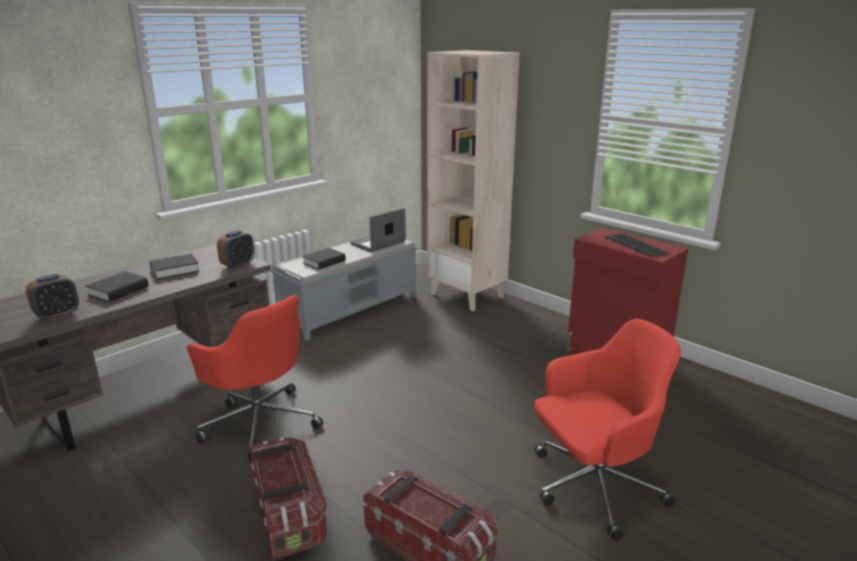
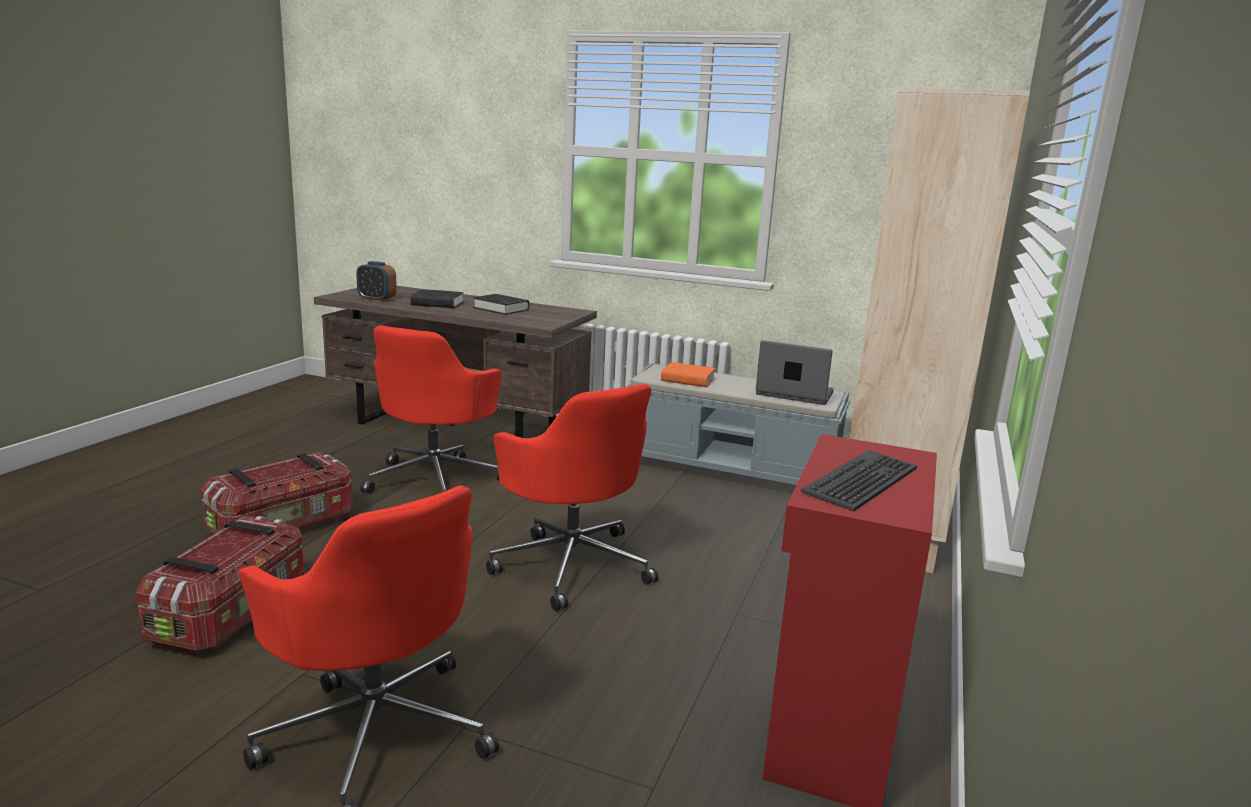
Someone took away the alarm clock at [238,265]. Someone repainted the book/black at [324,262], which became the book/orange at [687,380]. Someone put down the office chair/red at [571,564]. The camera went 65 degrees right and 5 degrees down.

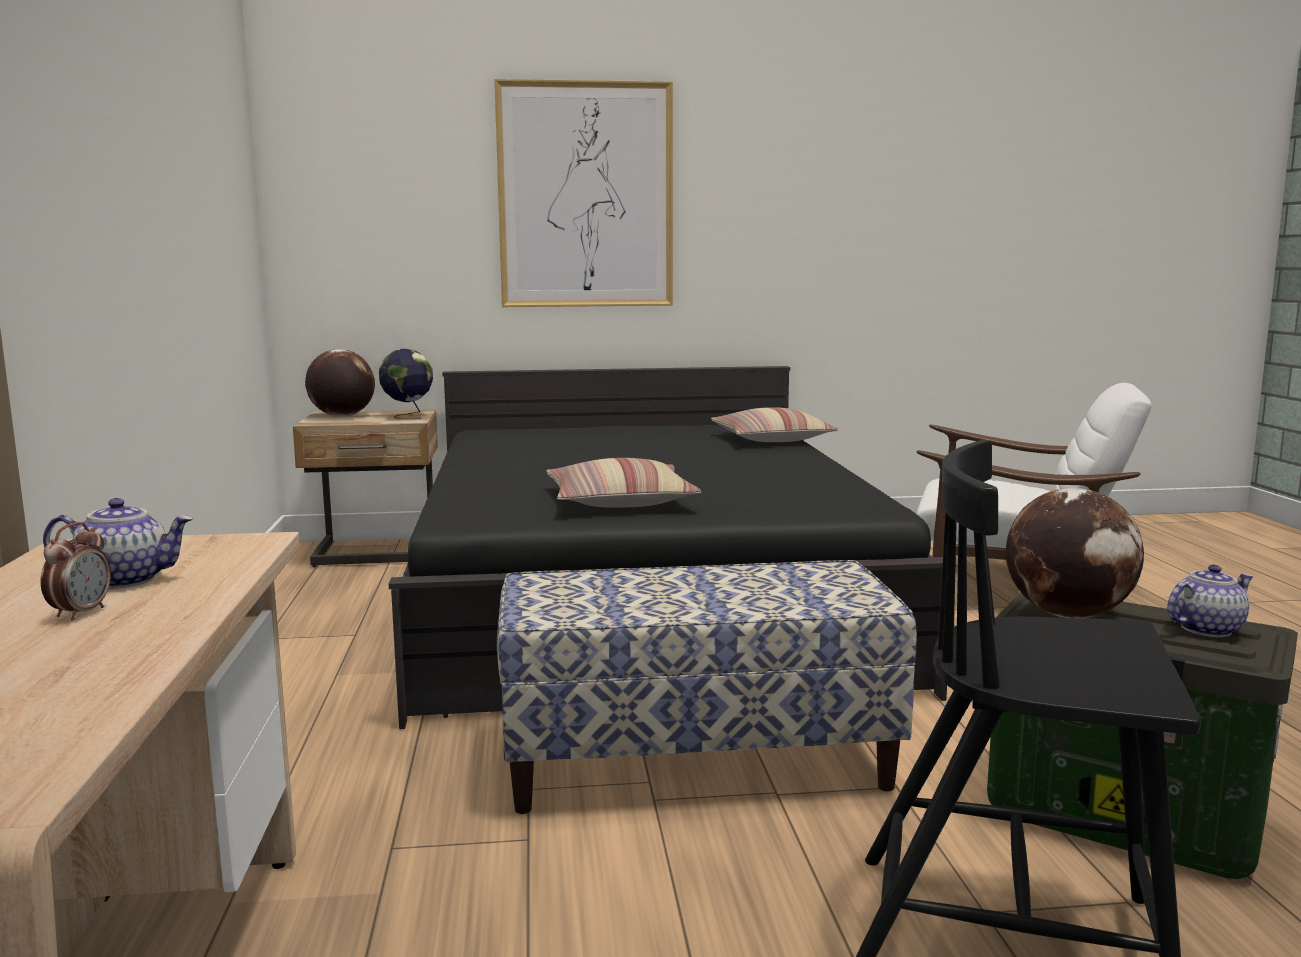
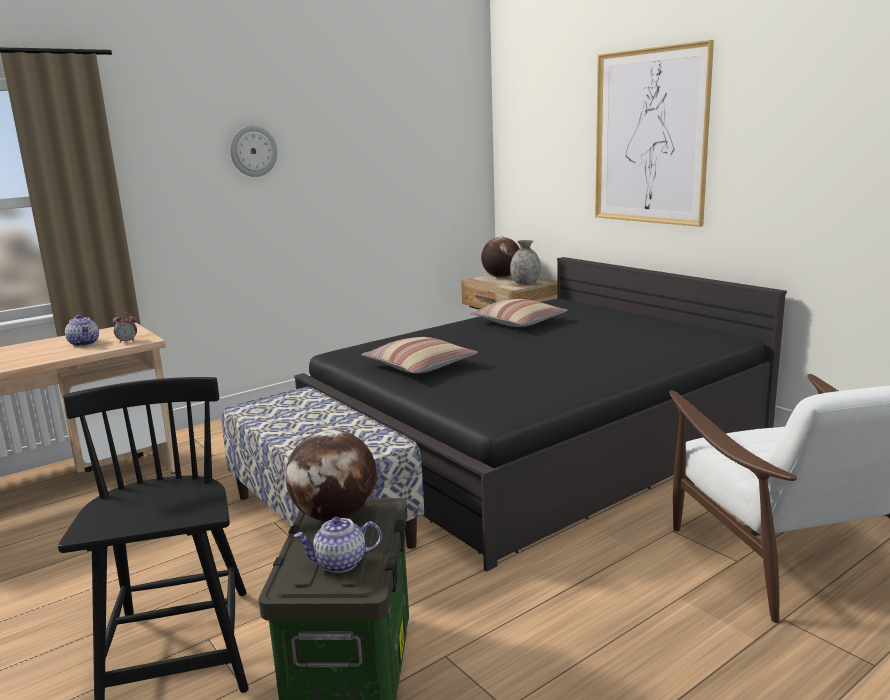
Someone carried the alarm clock from [81,613] to [127,341]. Someone swapped the globe at [408,416] for the vase/grey at [525,283]. Someone carried the pillow from [771,439] to [518,322]. Someone rotated the teapot at [1206,629] by 135 degrees clockwise. Someone put up the wall clock at [253,151]. The camera went 60 degrees right and 5 degrees up.

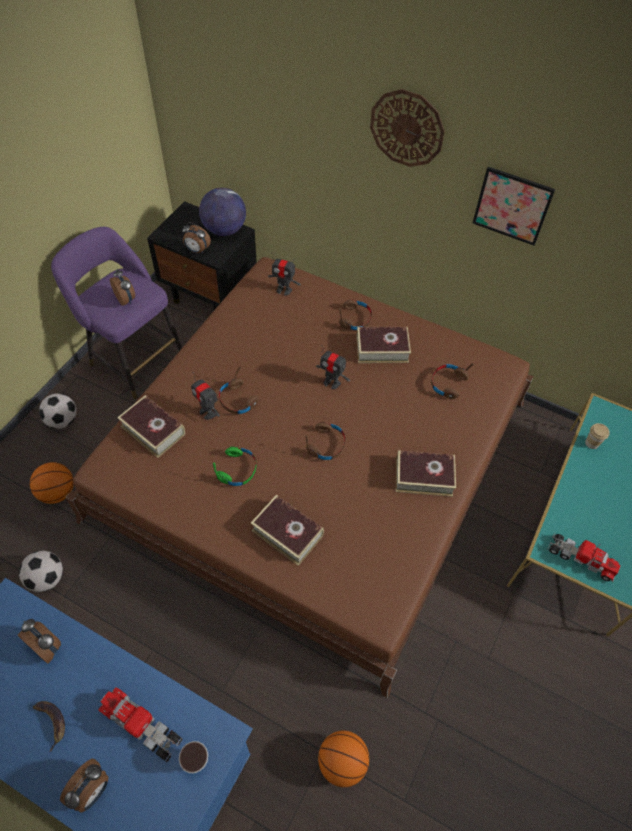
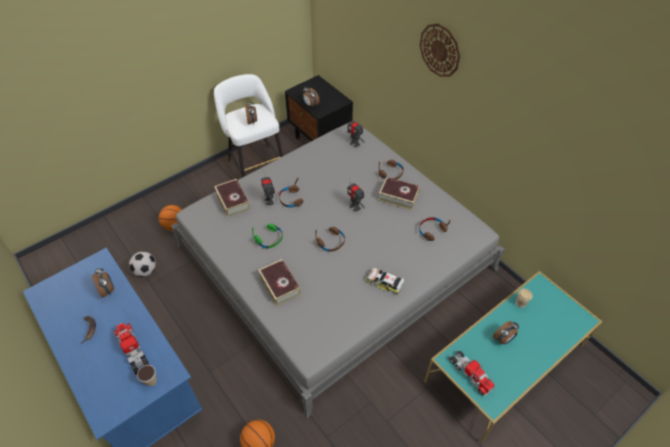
Someone took away the football at [62,420]. Someone repainted the stool/purple at [133,358], which became the stool/white at [255,164]. Someone carried the alarm clock from [92,790] to [503,339]. Someone repainted the bed/brown at [313,459], which became the bed/grey at [334,257]. Someone took away the globe at [224,230]. Someone swapped the book at [424,477] for the toy car at [384,282]. Someone took away the picture at [512,206]. The camera went 25 degrees right and 5 degrees down.

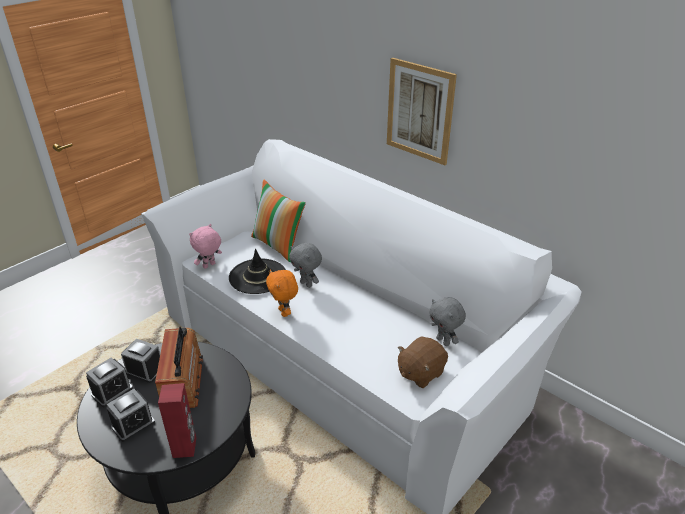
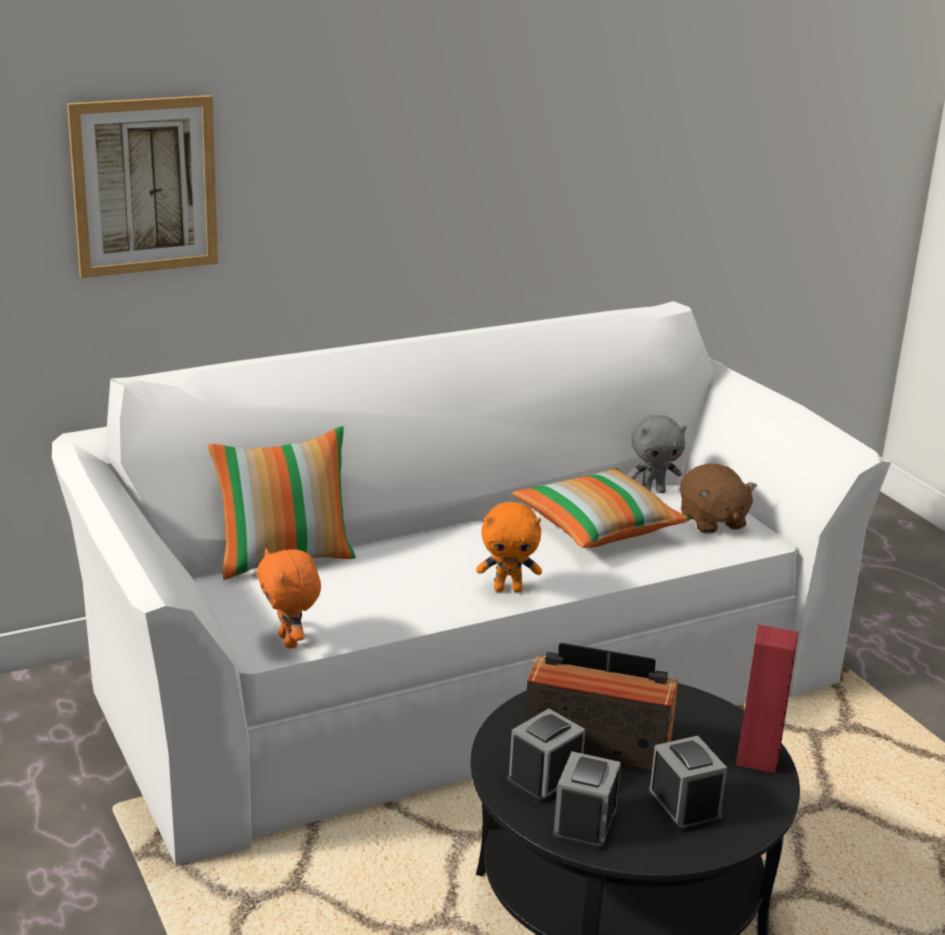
Someone rotated the alarm clock at [112,392] by 135 degrees counterclockwise. Someone repainted the plush toy/pink at [209,266], which became the plush toy/orange at [290,641]. Someone took away the hat/black at [258,276]. Someone took away the plush toy/grey at [307,284]. Someone carried the picture from [419,111] to [144,186]. Someone put down the pillow at [598,527]. The camera went 70 degrees left and 10 degrees down.

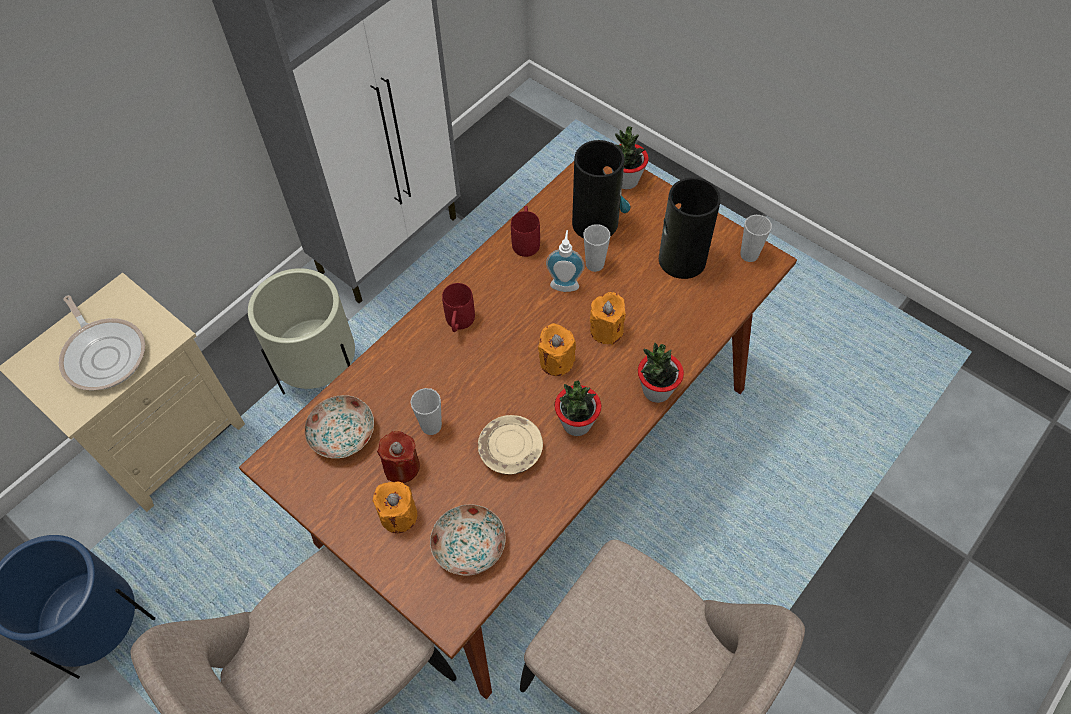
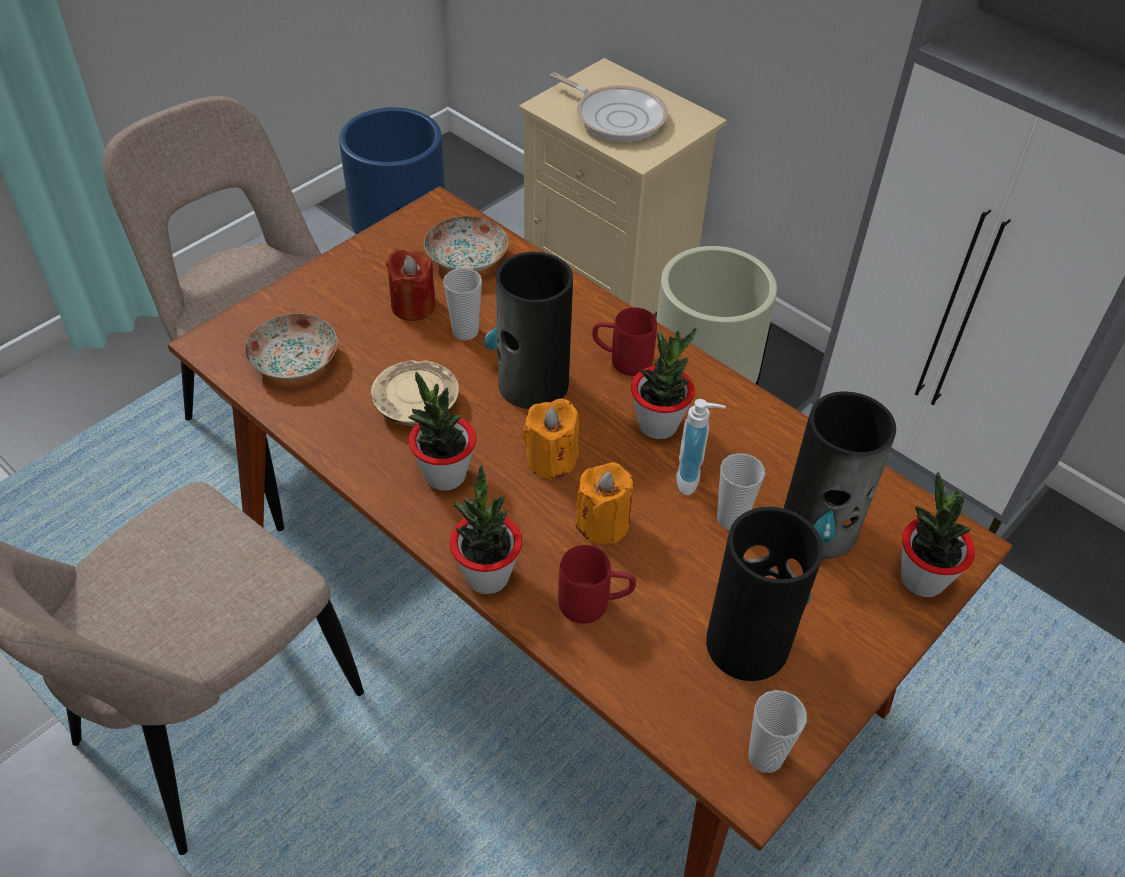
Someone rotated the frying pan at [104,354] by 105 degrees counterclockwise. Someone took away the candle/orange at [398,515]. Someone carried the mug/red from [526,240] to [595,604]. Someone put down the vase at [532,384]. Someone put down the potted plant at [658,425]. The camera went 90 degrees right and 10 degrees down.

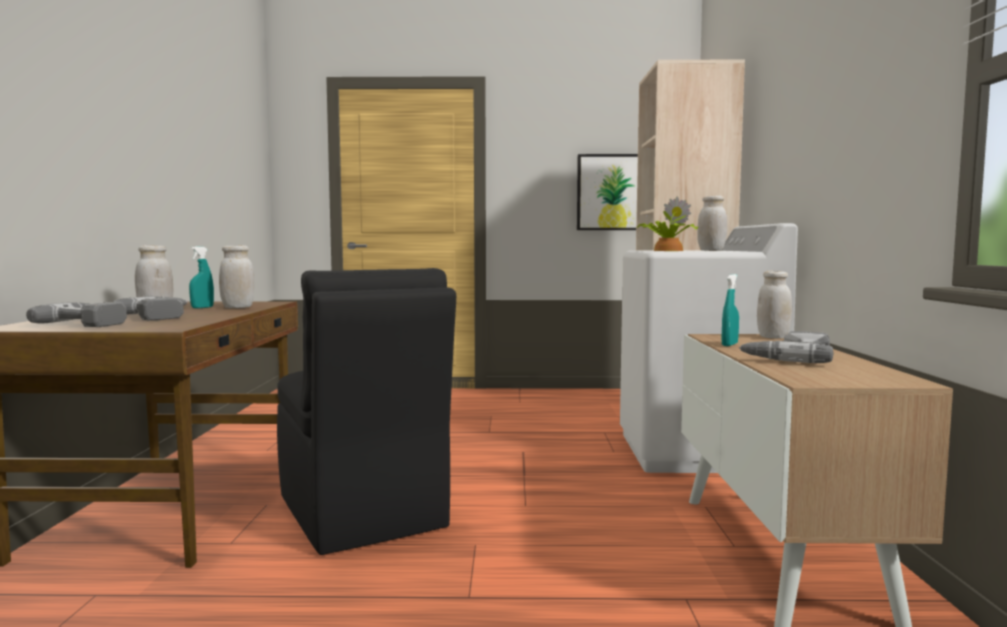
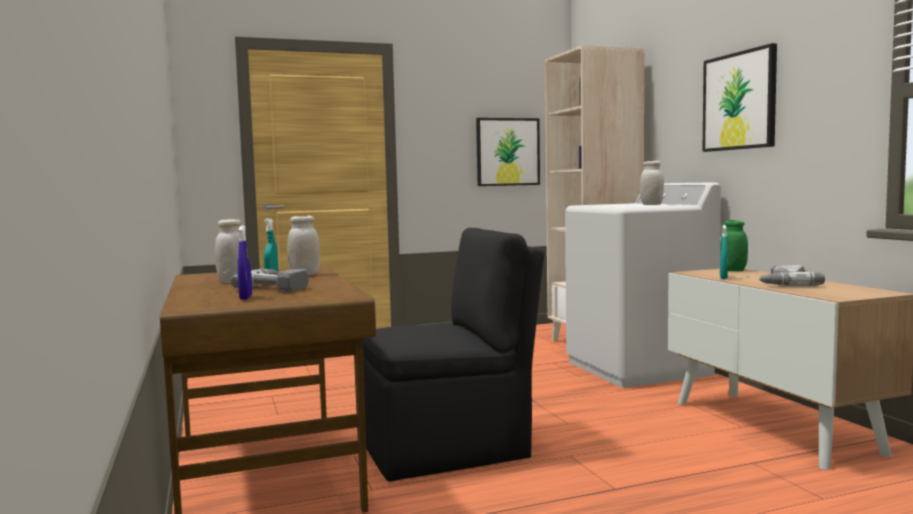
Someone swapped the power drill at [91,323] for the spray bottle/blue at [245,298]. Someone rotated the chair/black at [361,513] by 60 degrees counterclockwise. Someone took away the potted plant at [666,250]. Someone repainted the jar/white at [773,337], which became the jar/green at [733,270]. Someone put up the picture at [739,101]. The camera went 20 degrees left and 0 degrees up.

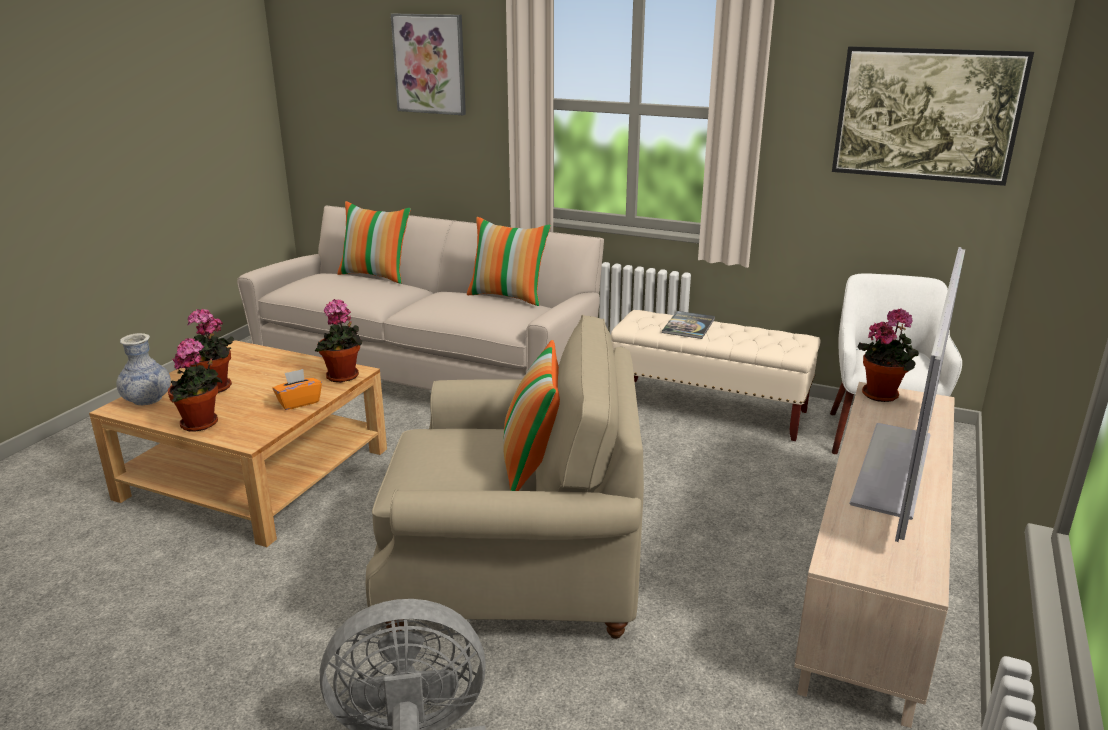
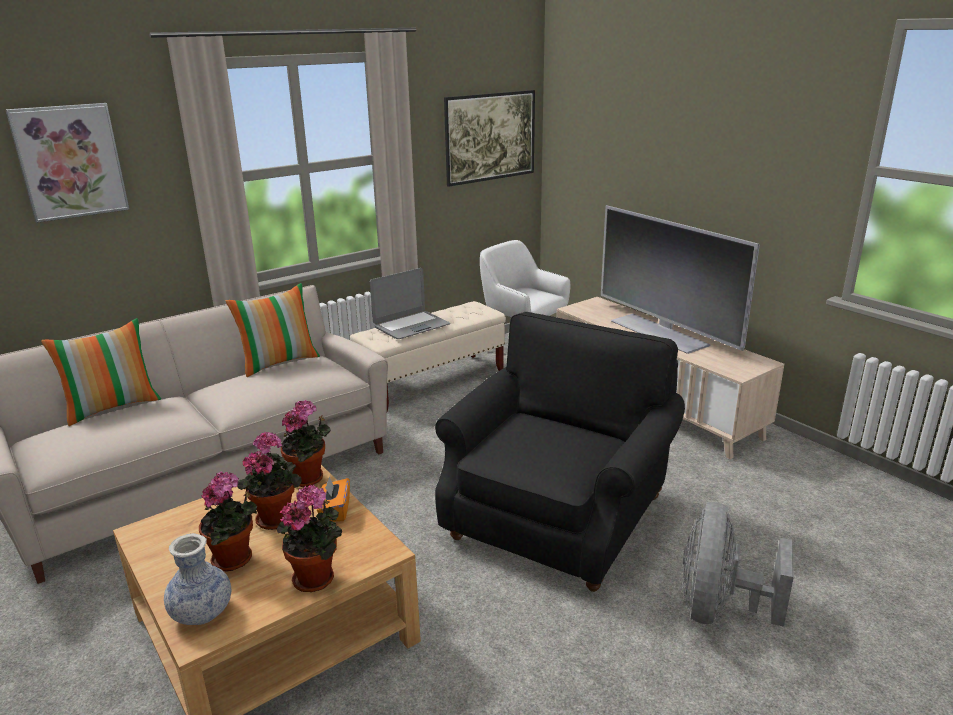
Someone repainted the armchair/beige at [514,571], which became the armchair/black at [558,517]. Someone took away the pillow at [533,465]. Someone swapped the book at [688,326] for the laptop at [411,326]. Someone carried the potted plant from [882,394] to [276,517]. The camera went 60 degrees left and 0 degrees up.

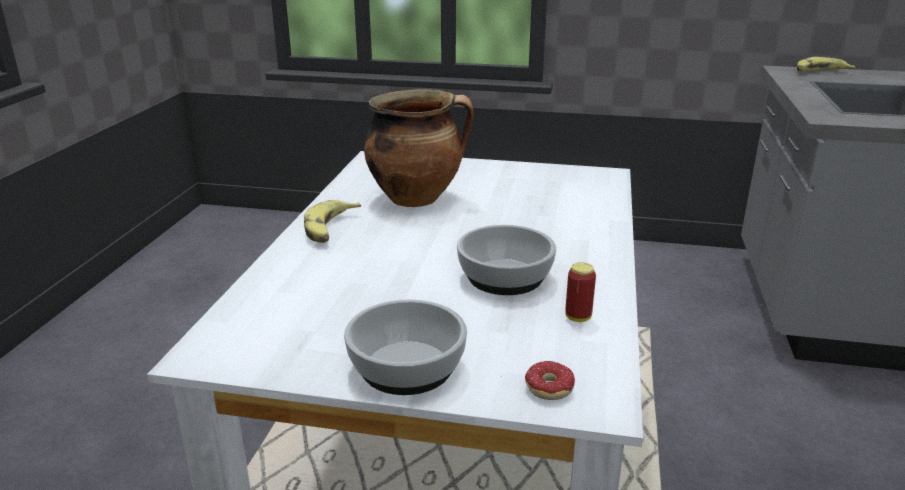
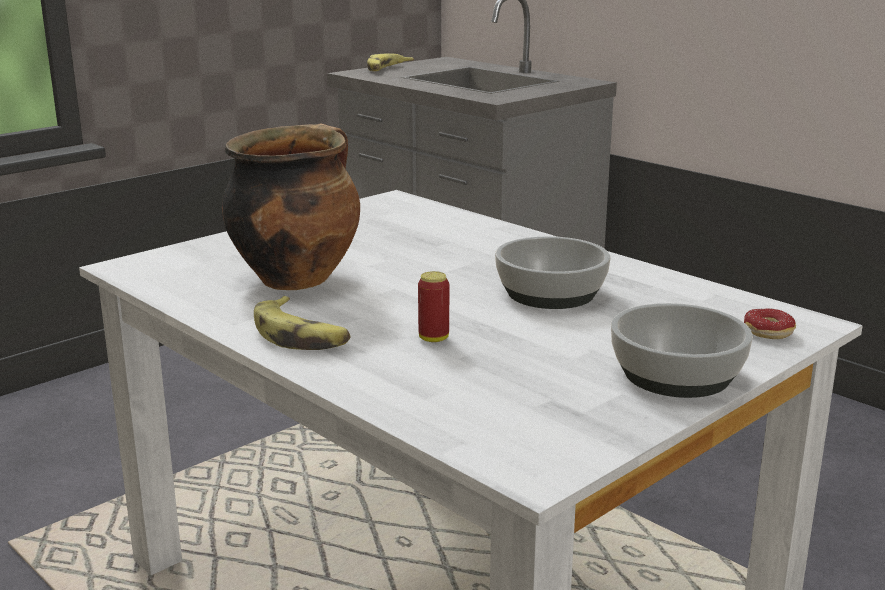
Someone carried the can from [578,317] to [433,338]. The camera went 55 degrees left and 5 degrees down.

